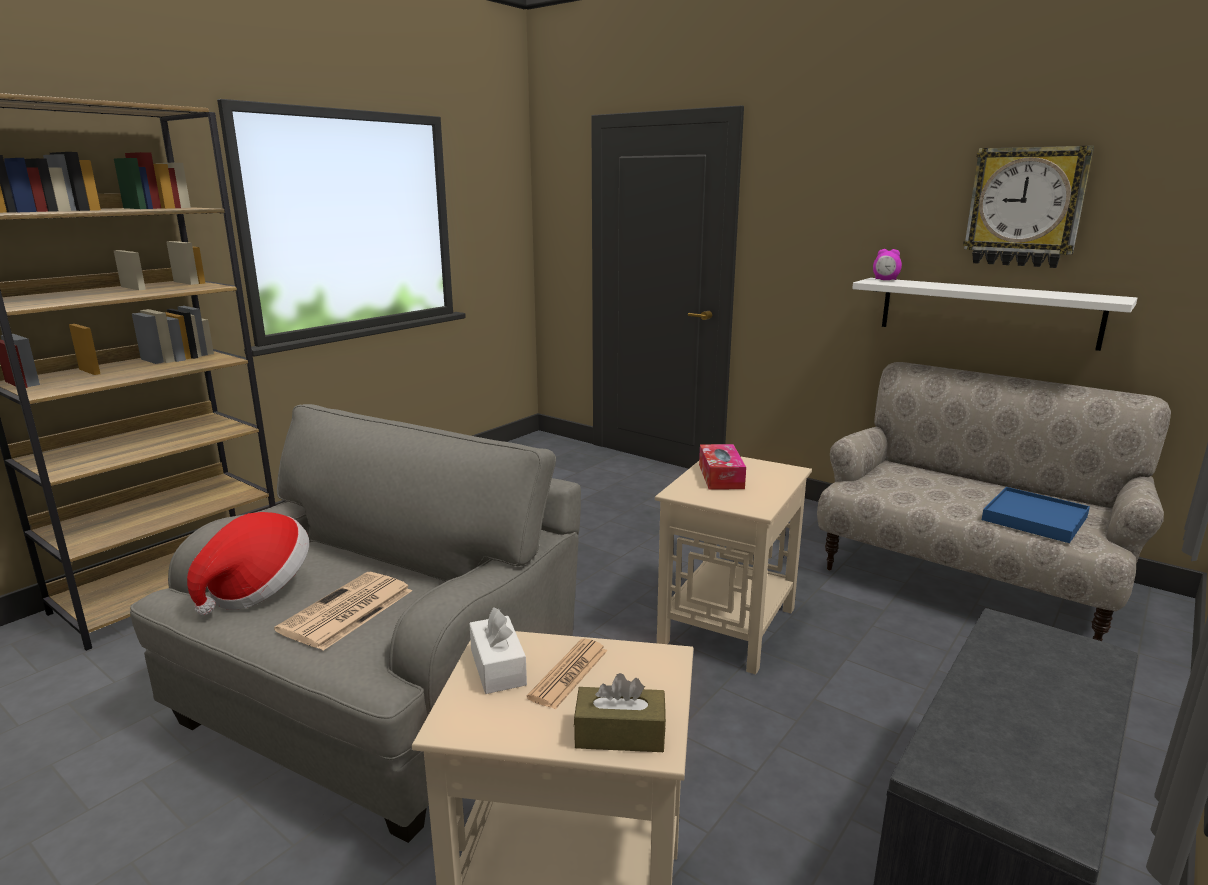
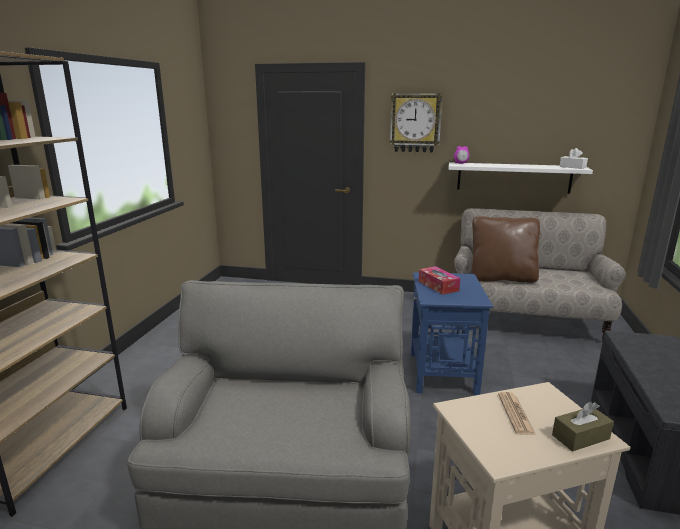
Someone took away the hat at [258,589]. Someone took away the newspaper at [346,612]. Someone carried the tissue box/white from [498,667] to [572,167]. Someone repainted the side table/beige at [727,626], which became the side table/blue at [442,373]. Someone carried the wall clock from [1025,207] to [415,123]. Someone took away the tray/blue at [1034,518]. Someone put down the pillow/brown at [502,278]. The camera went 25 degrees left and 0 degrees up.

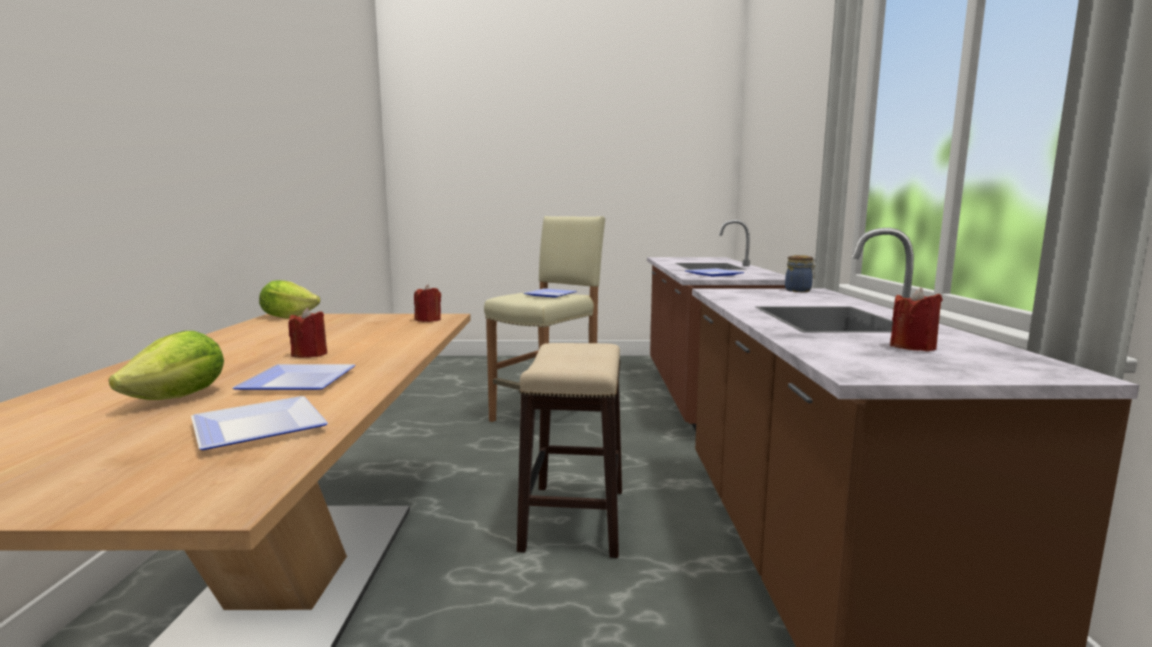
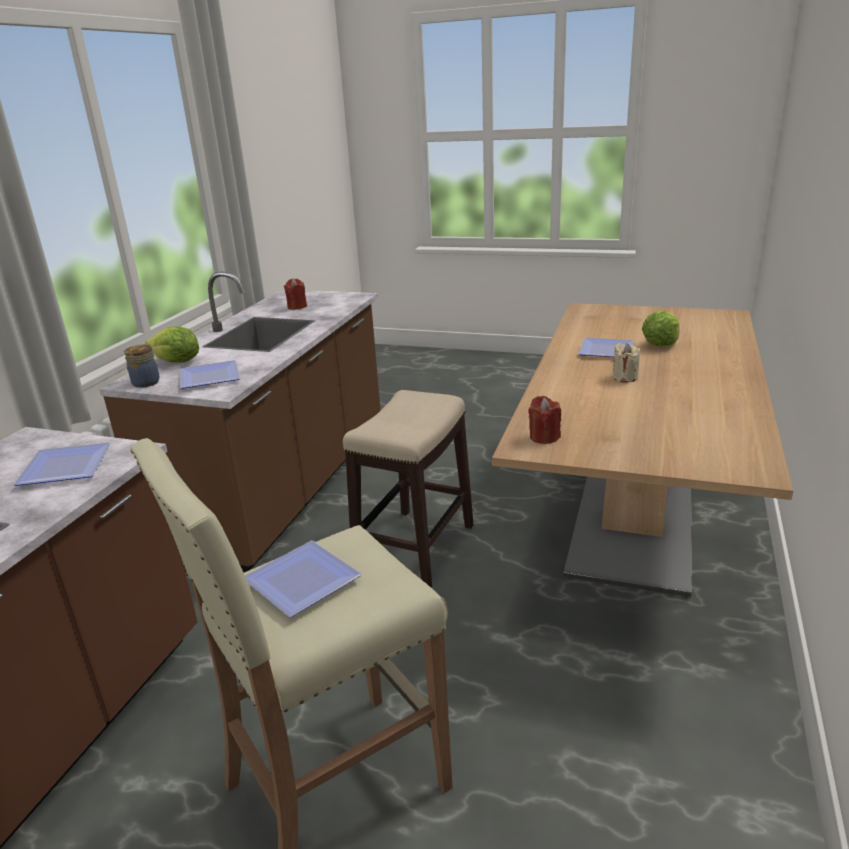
Someone carried the plate from [254,427] to [212,378]. Someone carried the lettuce from [288,317] to [177,362]. Someone repainted the candle/red at [310,355], which became the candle/beige at [625,377]. The camera went 160 degrees left and 15 degrees up.

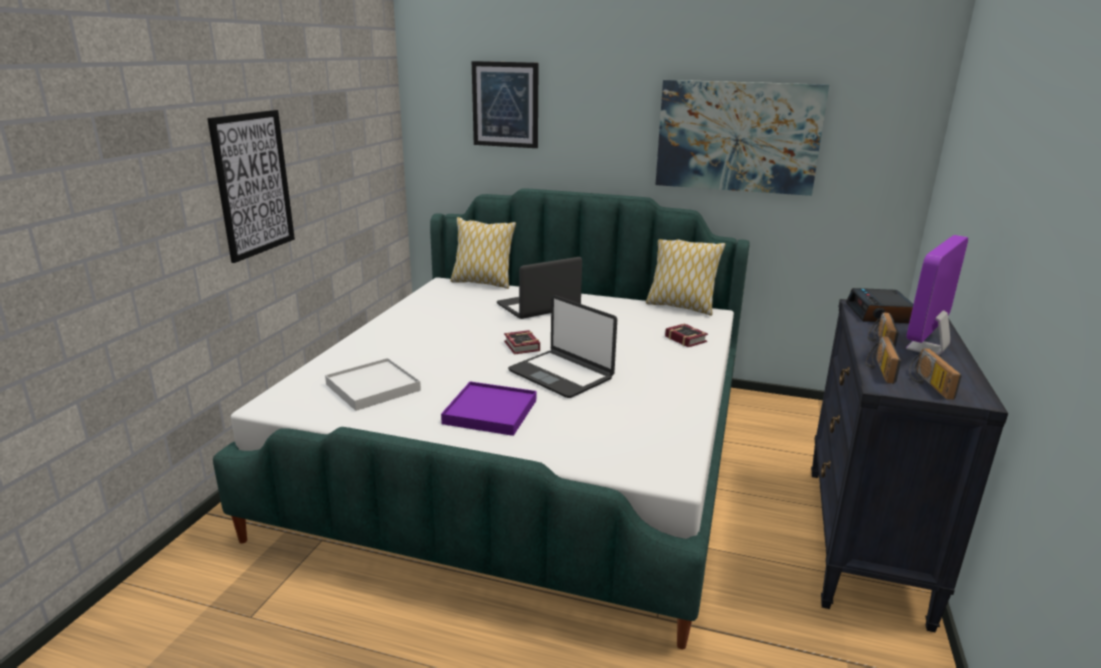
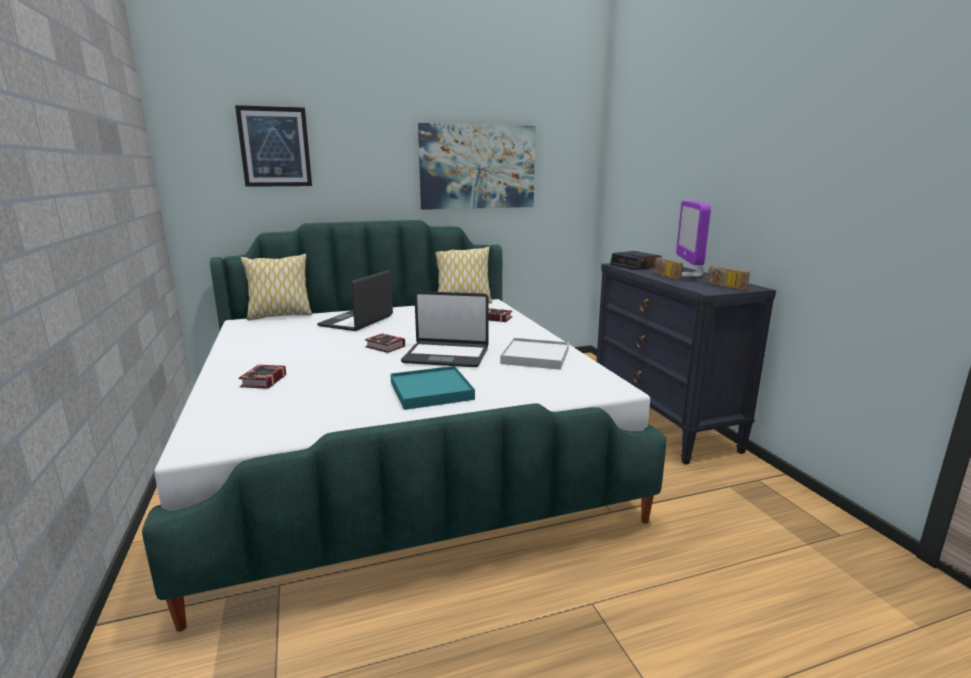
Someone took away the picture at [253,184]. Someone carried the tray/white from [373,387] to [535,357]. Someone repainted the tray/purple at [490,412], which became the tray/turquoise at [431,391]. Someone took away the radio at [878,369]. Someone put down the book at [261,381]. The camera went 35 degrees left and 5 degrees down.

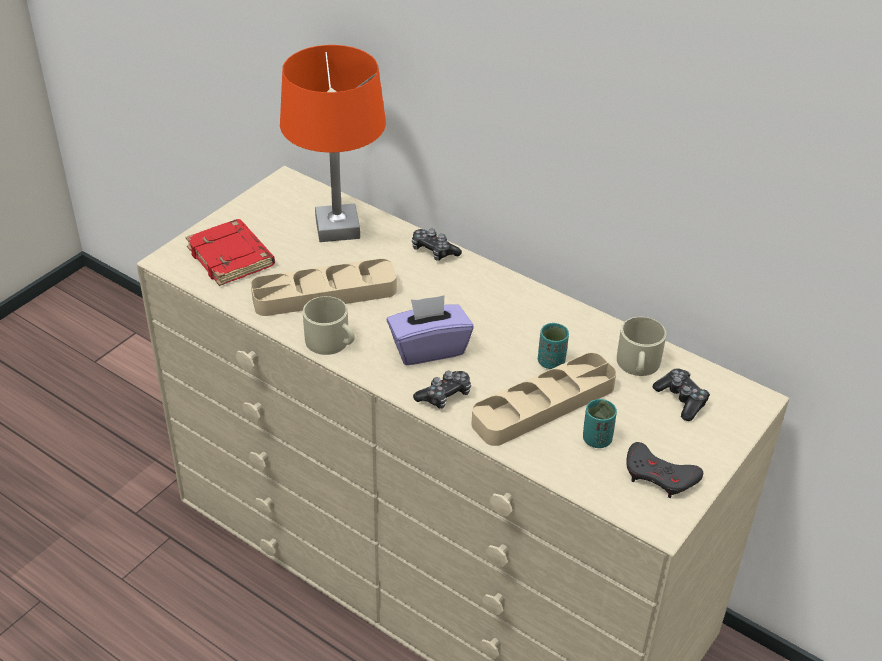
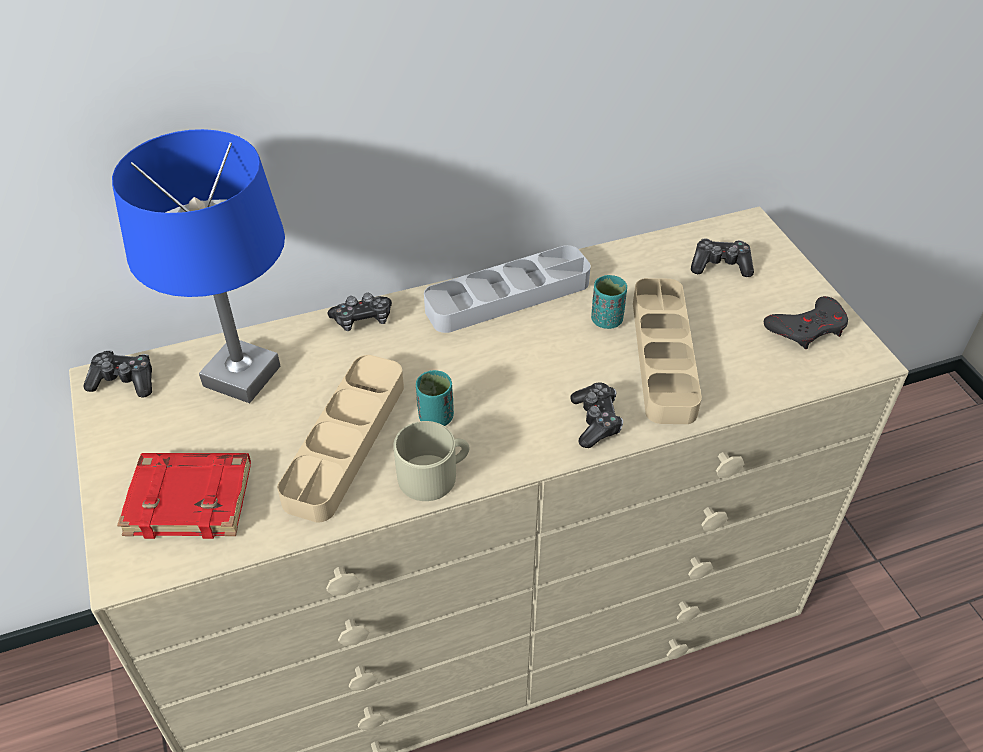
Someone repainted the table lamp/orange at [337,228], which became the table lamp/blue at [241,376]. Someone took away the tissue box/purple at [428,348]. Someone carried the cup/turquoise from [596,439] to [436,417]. Someone took away the mug/beige at [638,365]. Someone put down the game controller at [124,381]. Someone put down the tray/grey at [508,296]. The camera went 55 degrees left and 5 degrees up.

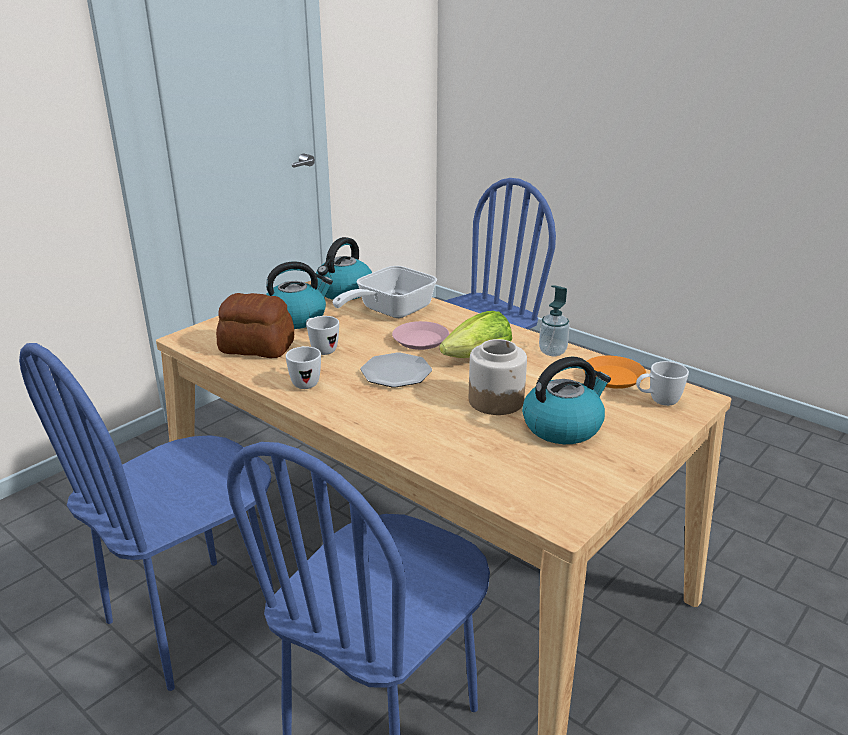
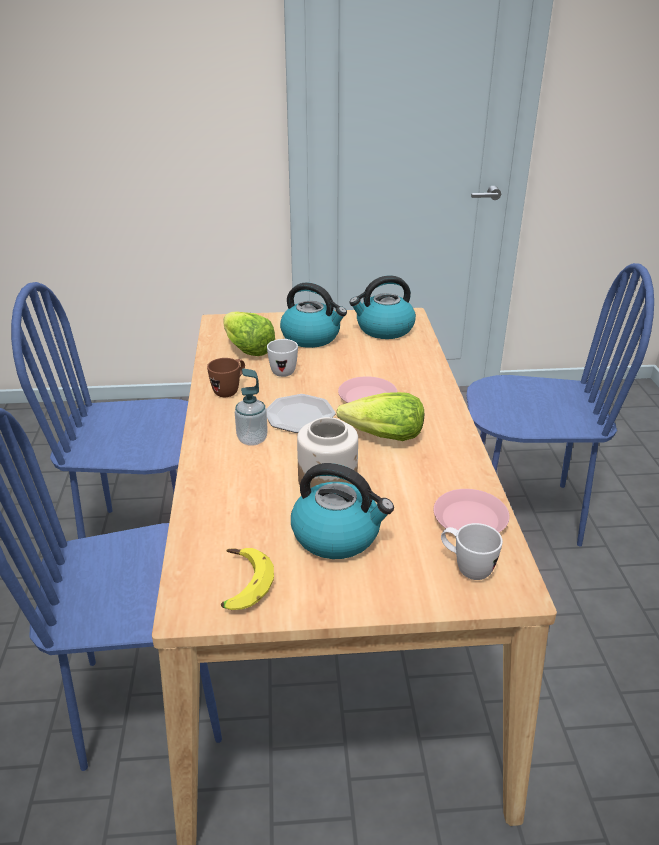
Someone swapped the bread at [257,347] for the lettuce at [247,349]. Someone repainted the mug/white at [305,382], which became the mug/brown at [230,391]. Someone took away the frying pan at [389,311]. Someone carried the soap dispenser from [552,351] to [252,439]. Someone repainted the plate/orange at [613,377], which became the plate/pink at [470,519]. Someone put down the banana at [240,585]. The camera went 45 degrees right and 5 degrees up.

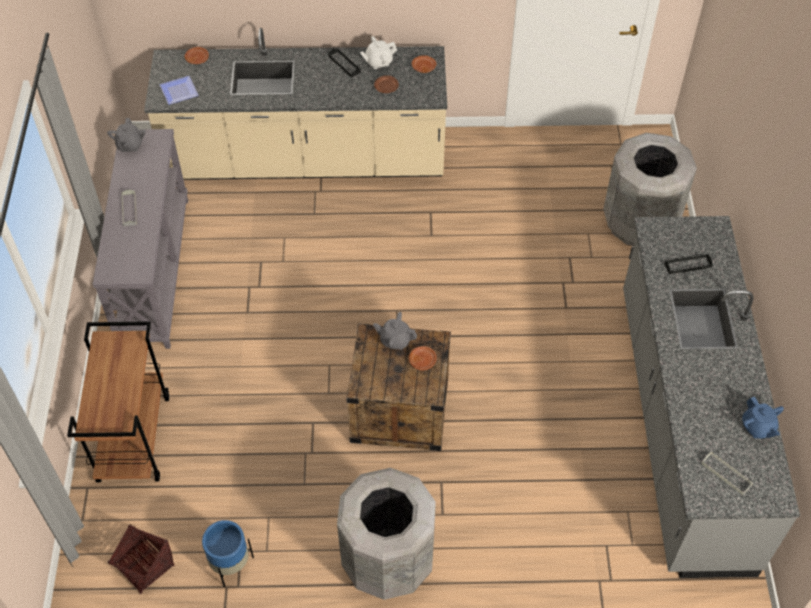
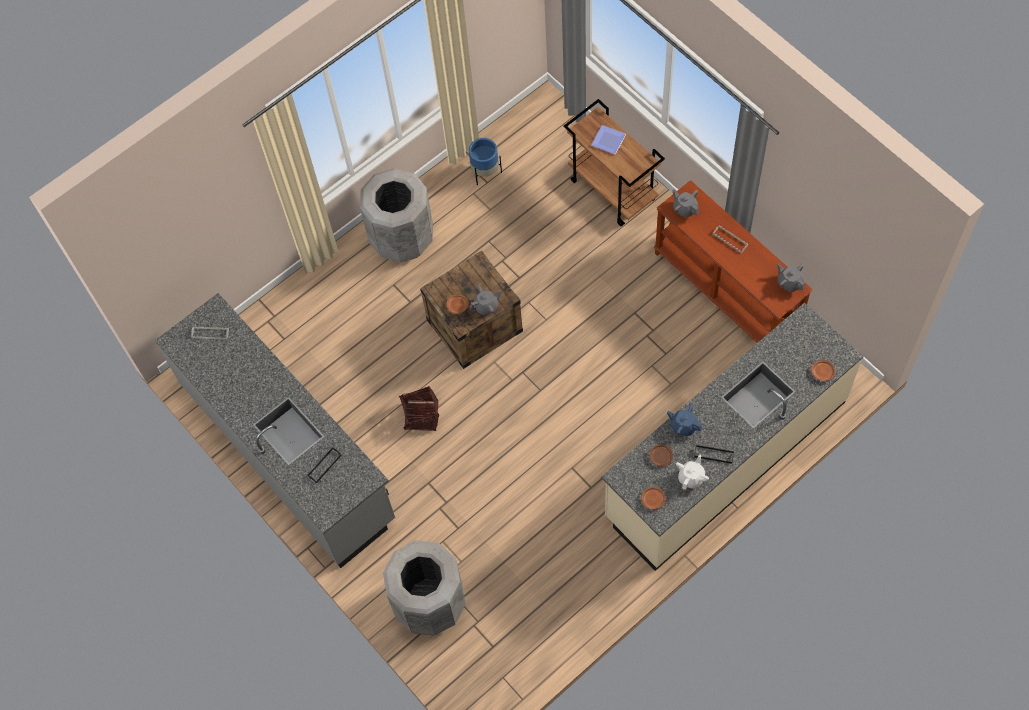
Someone repainted the console table/grey at [153,270], which became the console table/brown at [727,292]. Someone carried the basket from [144,566] to [421,416]. Someone carried the plate from [177,91] to [609,140]. Someone carried the teapot/blue from [757,427] to [683,426]. Someone put down the teapot/grey at [685,208]. The camera went 145 degrees right and 10 degrees up.

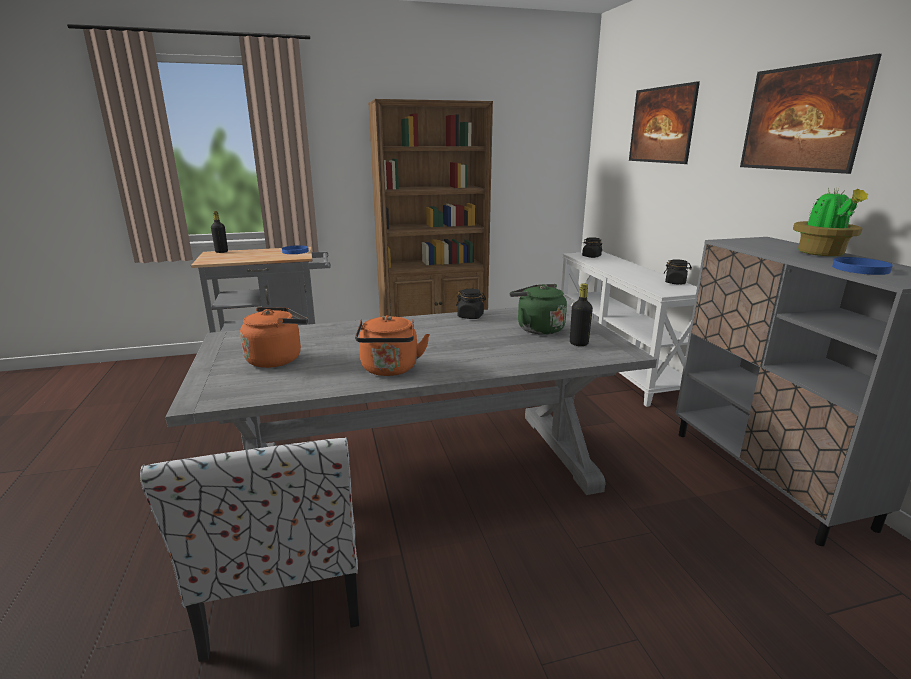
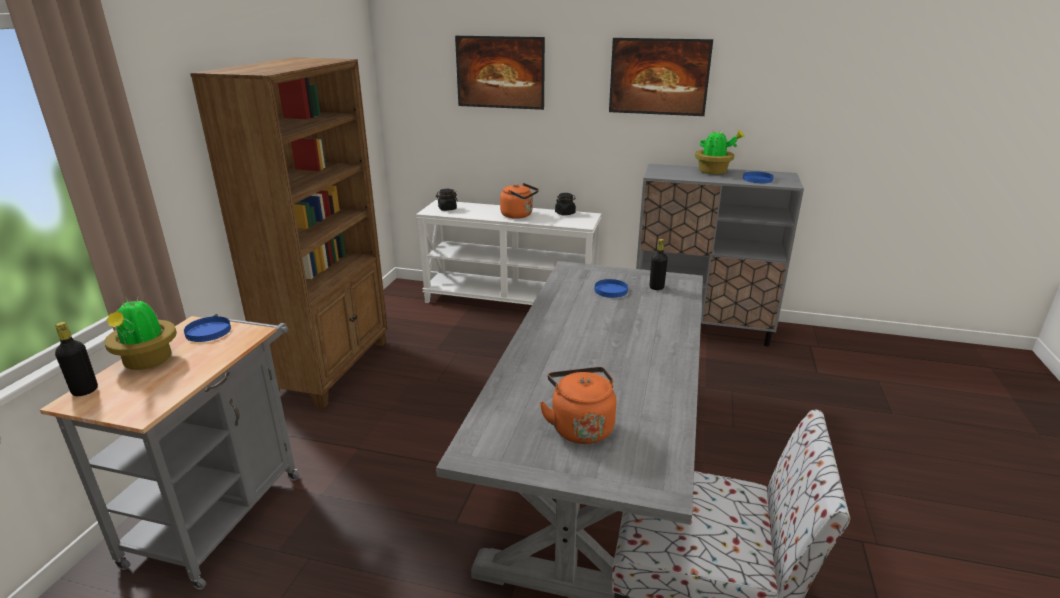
Someone carried the kettle/orange from [390,370] to [519,215]. Someone took away the jar/black at [470,316]. Someone swapped the kettle/green at [537,328] for the plate/blue at [610,290]. Someone put down the potted plant at [147,361]. The camera went 60 degrees left and 5 degrees up.

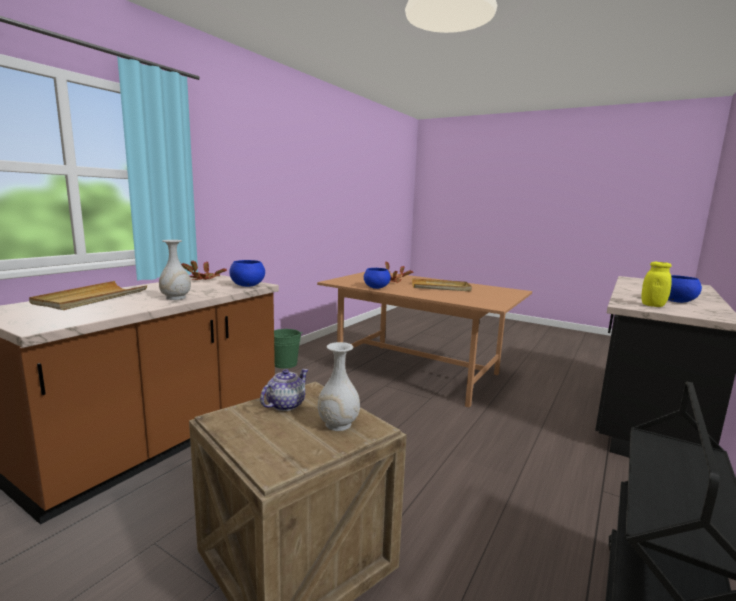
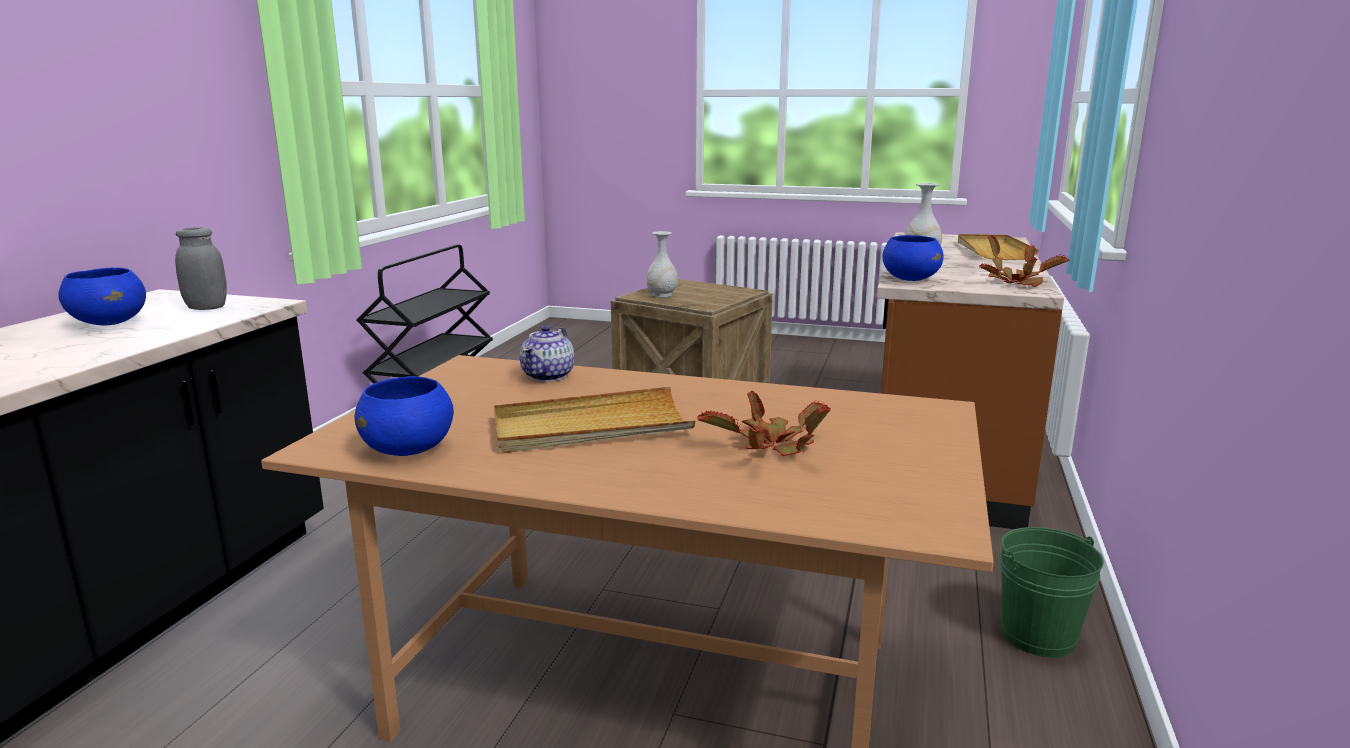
Someone carried the teapot from [285,405] to [549,376]. Someone carried the bowl/blue from [376,288] to [409,450]. Someone repainted the jar/yellow at [653,305], which became the jar/grey at [206,308]. The camera went 165 degrees right and 5 degrees up.

